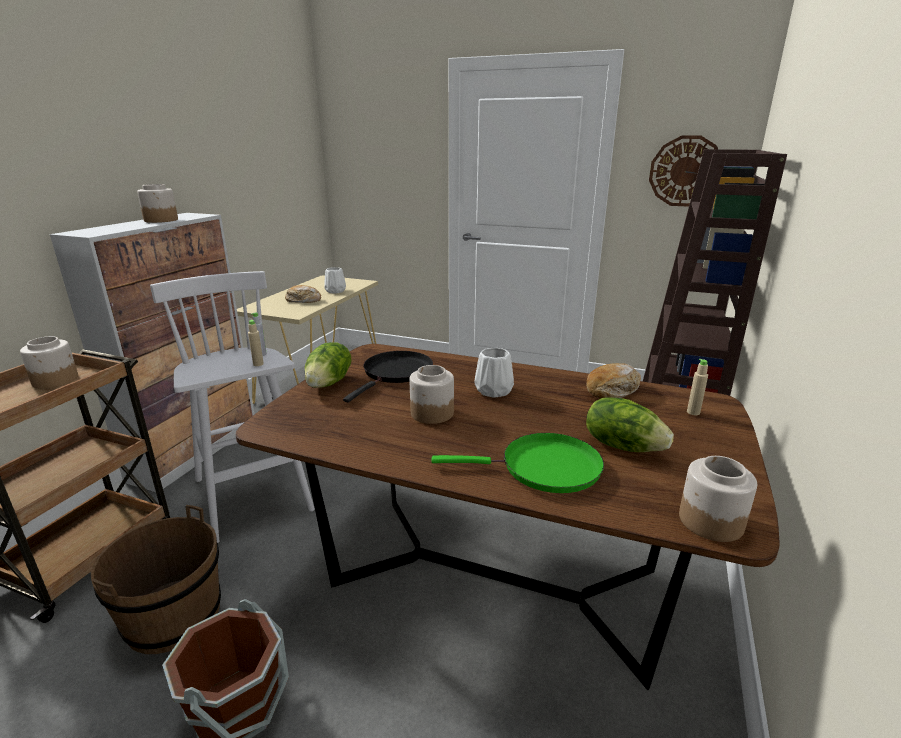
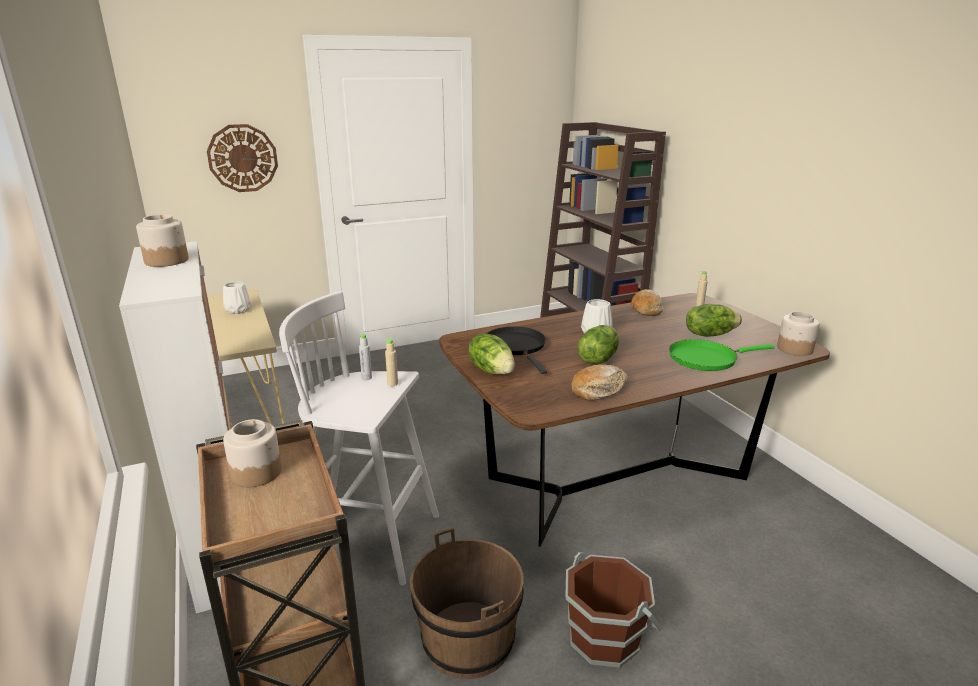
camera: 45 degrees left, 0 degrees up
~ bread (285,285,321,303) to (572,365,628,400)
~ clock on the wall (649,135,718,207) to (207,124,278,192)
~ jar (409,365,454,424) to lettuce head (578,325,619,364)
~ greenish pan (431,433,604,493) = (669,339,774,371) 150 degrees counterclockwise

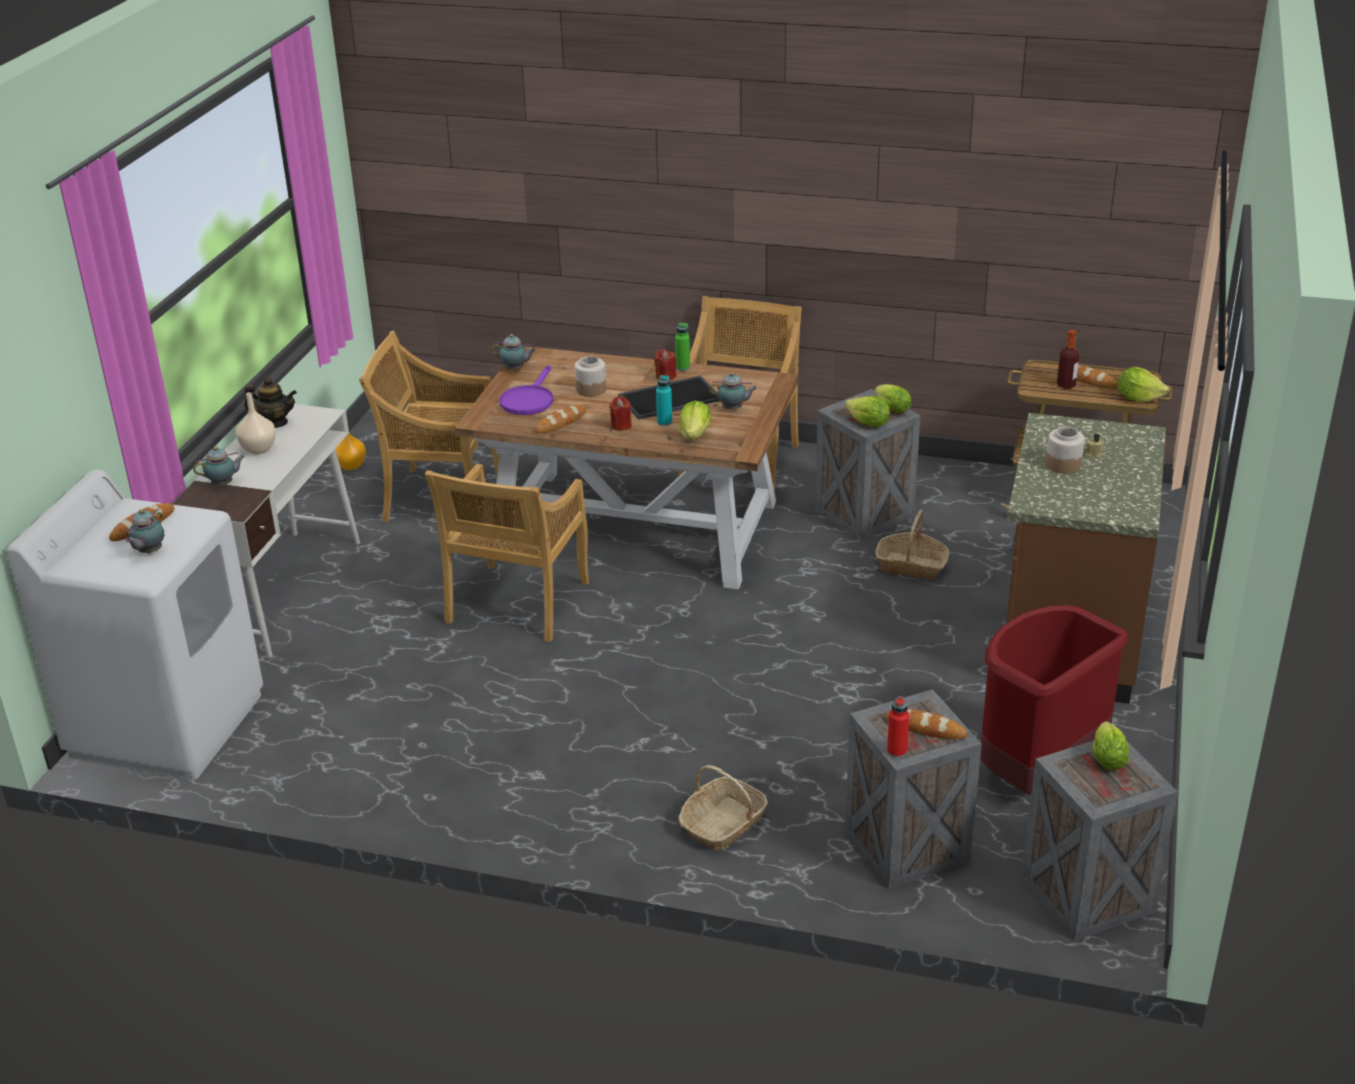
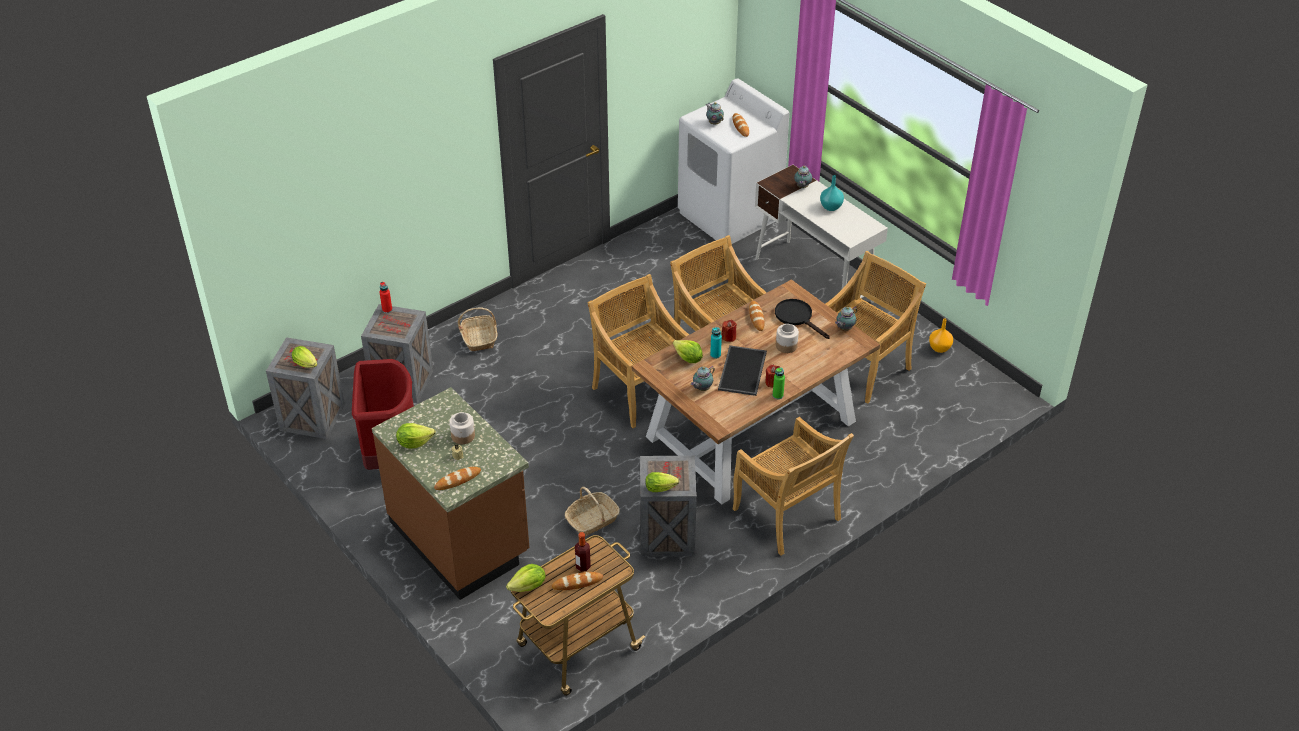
camera: 125 degrees right, 10 degrees up
- tea pot (244,377,297,428)
+ beige plain chair (587,274,689,428)
~ lettuce head (845,396,890,427) to (396,423,435,449)
~ bread (886,709,968,739) to (434,467,481,490)
~ beige vase (236,392,276,454) to turquoise vase (820,175,844,211)
~ purple-coloured pan (499,365,554,415) to black pan (775,299,830,339)

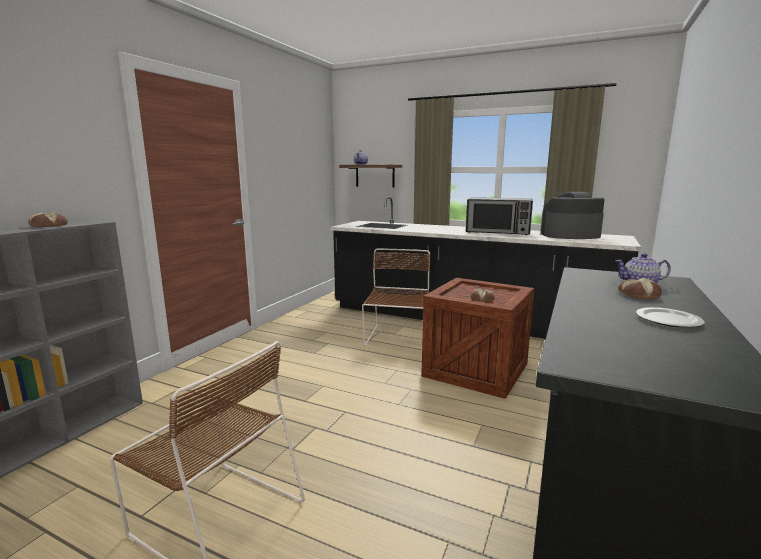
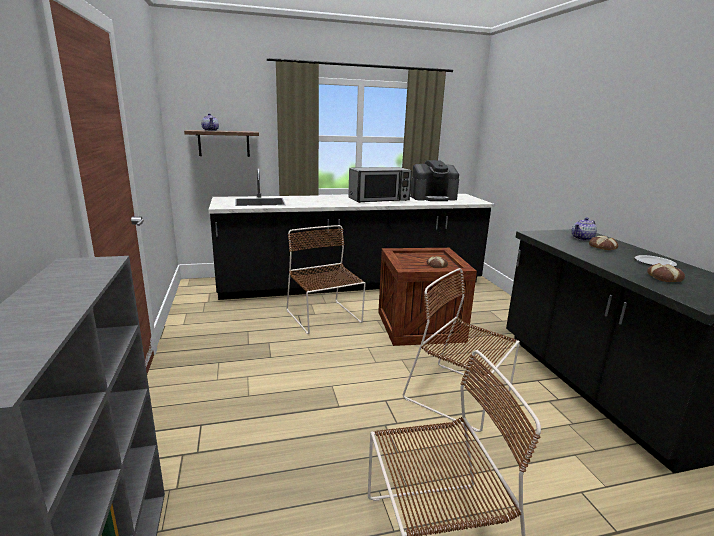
camera: 40 degrees left, 5 degrees up
+ brown-coloured plain chair (403,268,520,432)
~ bread (28,212,68,227) to (647,263,685,282)
~ coffee machine (540,192,604,239) = (410,160,459,201) 150 degrees counterclockwise

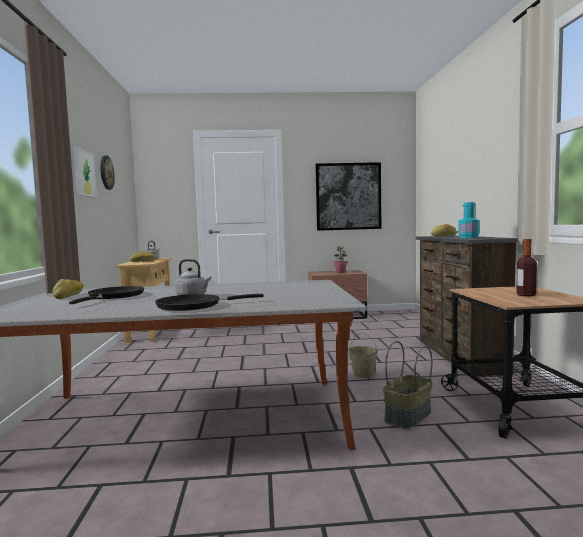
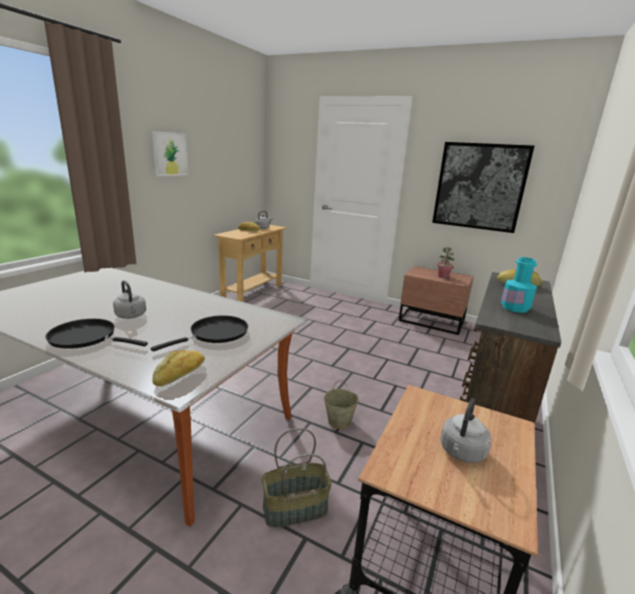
camera: 30 degrees right, 15 degrees up
- clock on the wall (100,155,115,190)
~ bread (53,279,84,299) to (153,350,205,386)
~ black pan (69,286,144,304) to (151,315,248,352)
~ drink bottle (516,239,537,296) to grey kettle (440,398,492,463)

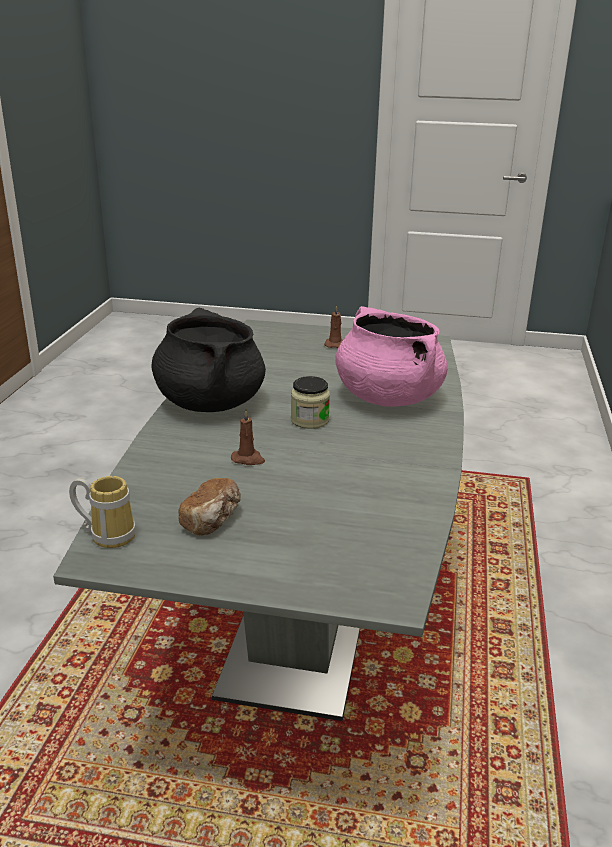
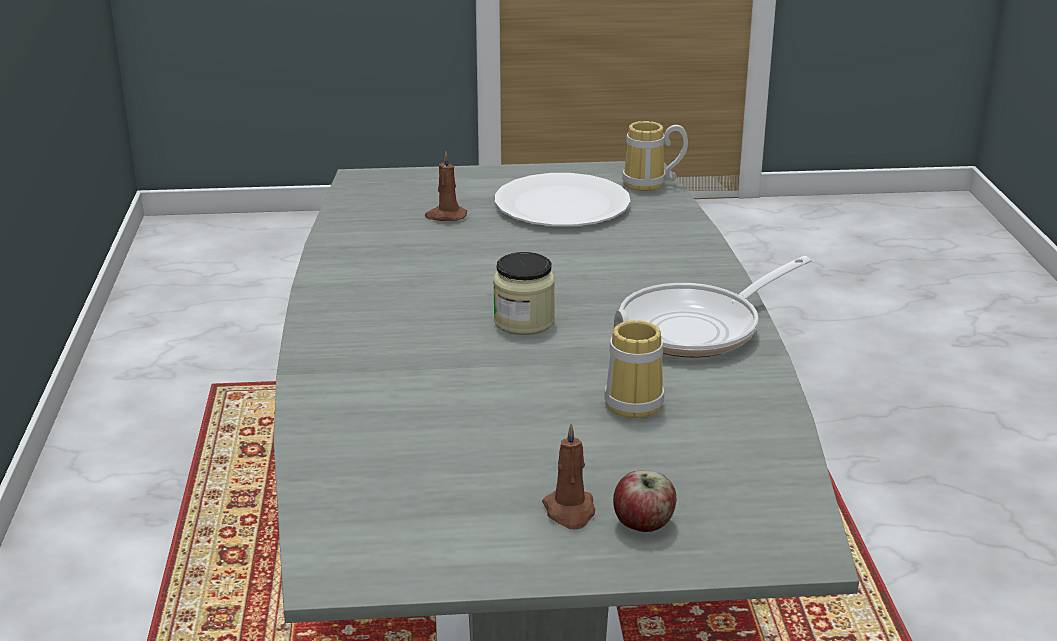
camera: 165 degrees right, 0 degrees up
- pink-coloured saucepot (335,306,448,407)
+ coffee mug (604,309,664,418)
+ whole apple (613,470,676,532)
~ brown-coloured candle (231,409,265,465) to (425,151,467,221)
~ black saucepot (152,308,266,412) to pan (619,256,812,357)
~ bread (178,478,241,536) to whitish plate (495,173,631,226)

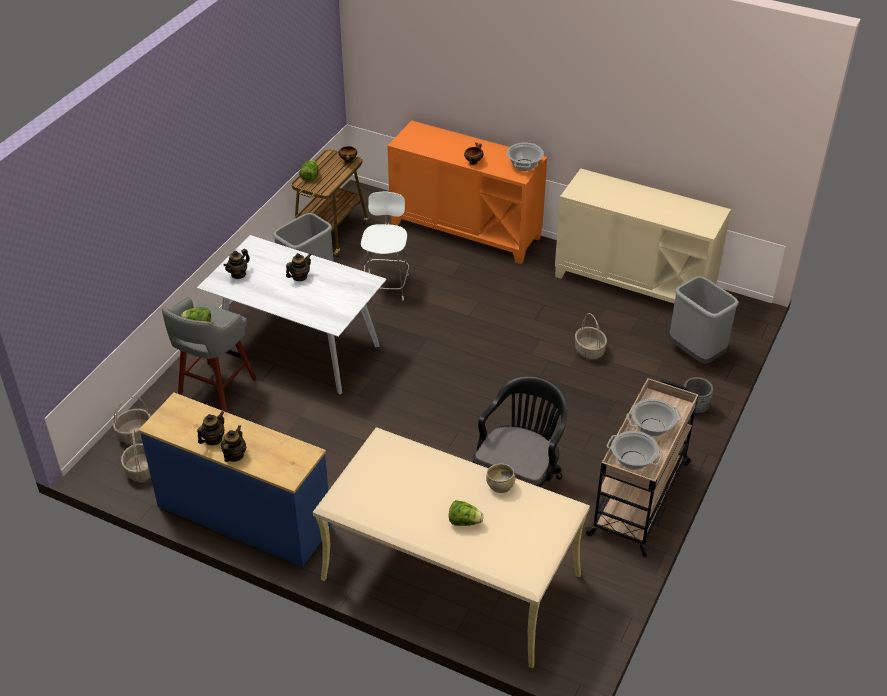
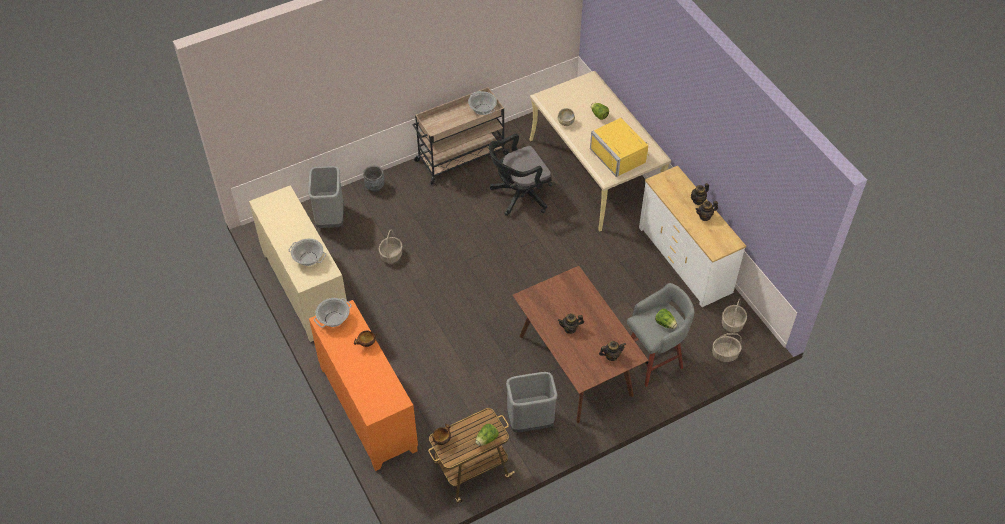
camera: 145 degrees left, 10 degrees up
- whitish plain chair (361,192,409,301)
+ yellowish microwave (590,118,649,177)
~ saucepot (627,399,682,436) to (288,239,326,266)
~ blue dresser (139,393,332,567) to whitish dresser (639,166,746,307)
~ whitish dinner table (197,235,387,394) to brown-coloured dinner table (512,266,649,423)

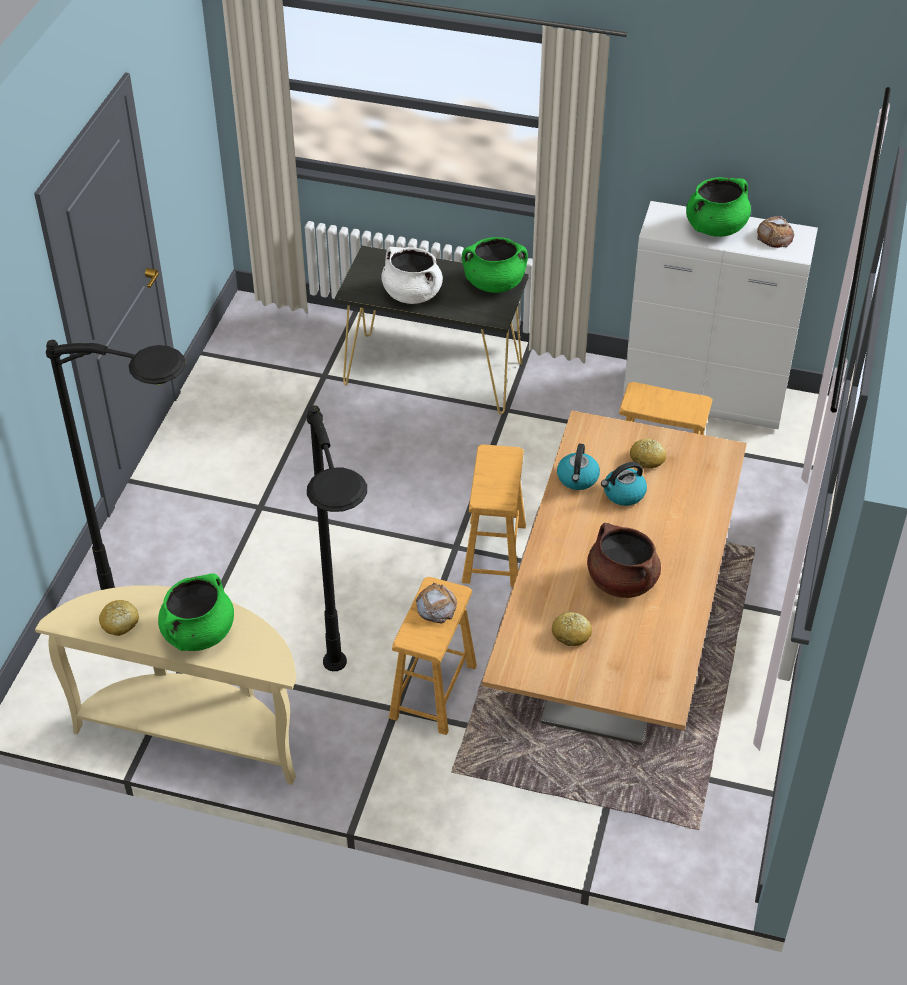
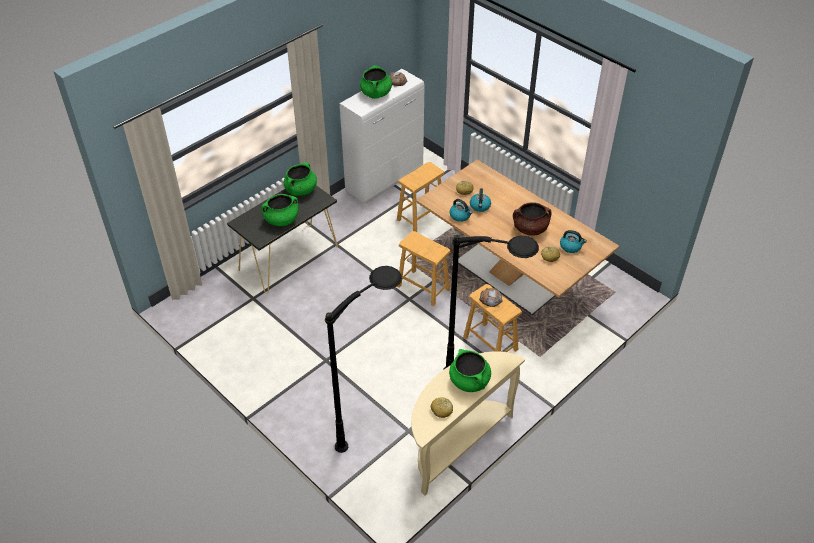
camera: 60 degrees left, 0 degrees up
+ kettle (560,230,587,253)
~ whitish saucepot (381,247,443,304) to greenish saucepot (261,194,299,226)

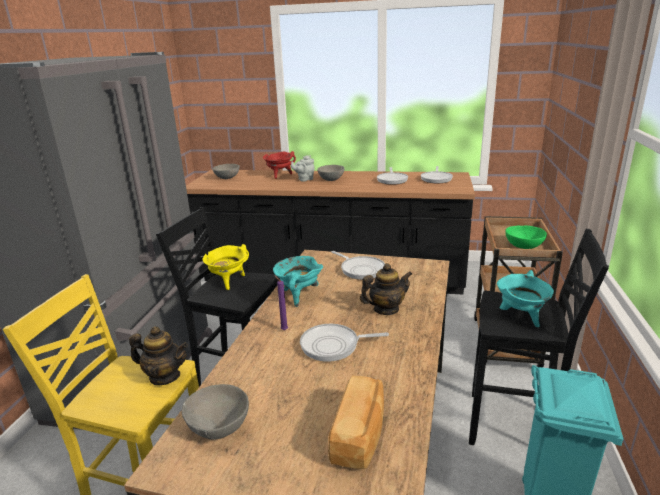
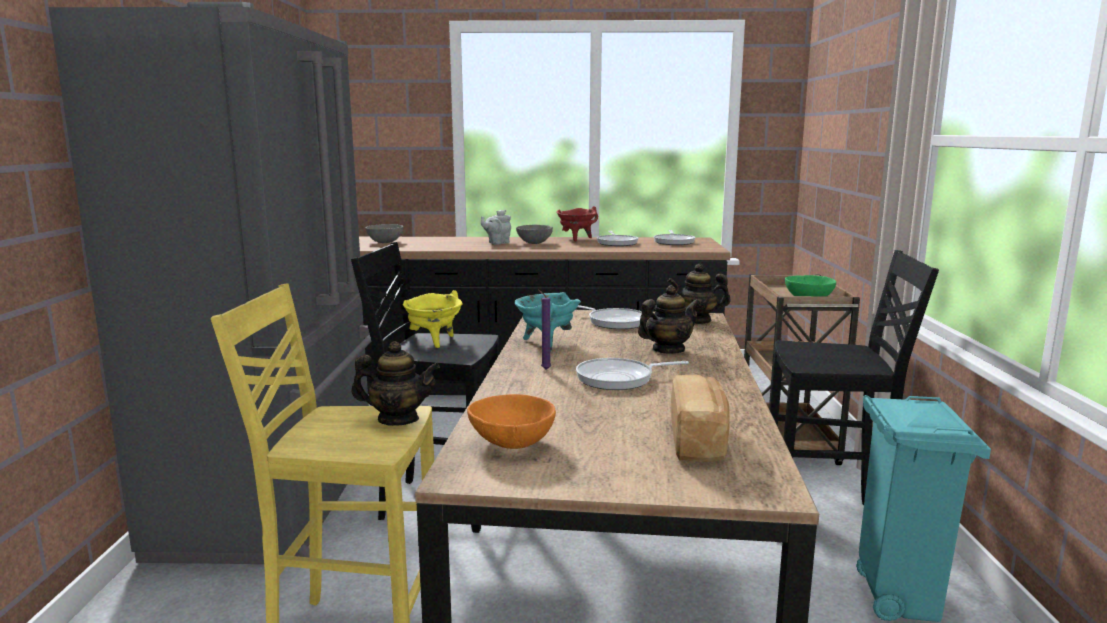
camera: 10 degrees left, 10 degrees down
- turquoise saucepot (496,270,554,327)
+ tea pot (667,264,731,324)
~ red-coloured saucepot (263,151,296,179) to (557,206,598,242)
~ grey deep dish (182,384,249,440) to orange deep dish (467,394,556,449)

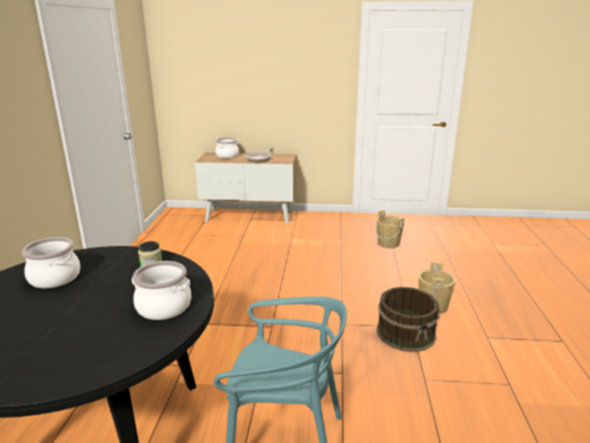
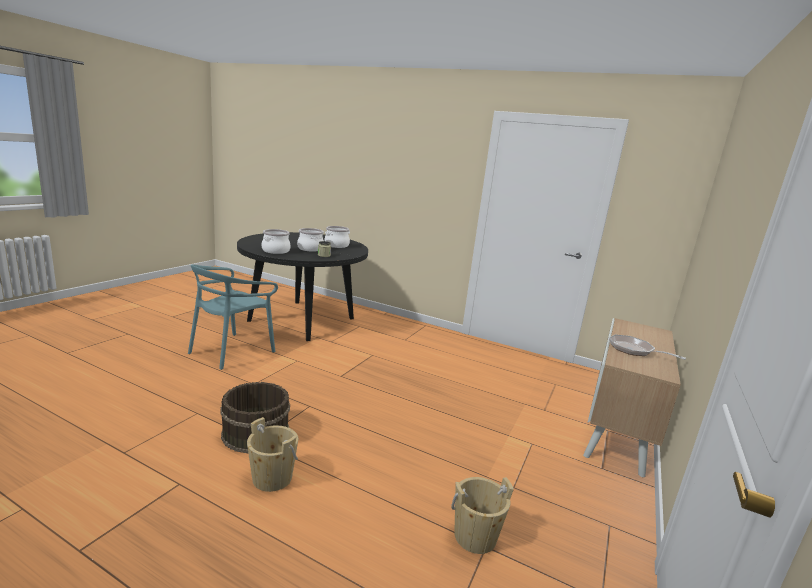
camera: 110 degrees right, 5 degrees down
~ saucepot (215,137,239,159) to (297,228,324,252)

